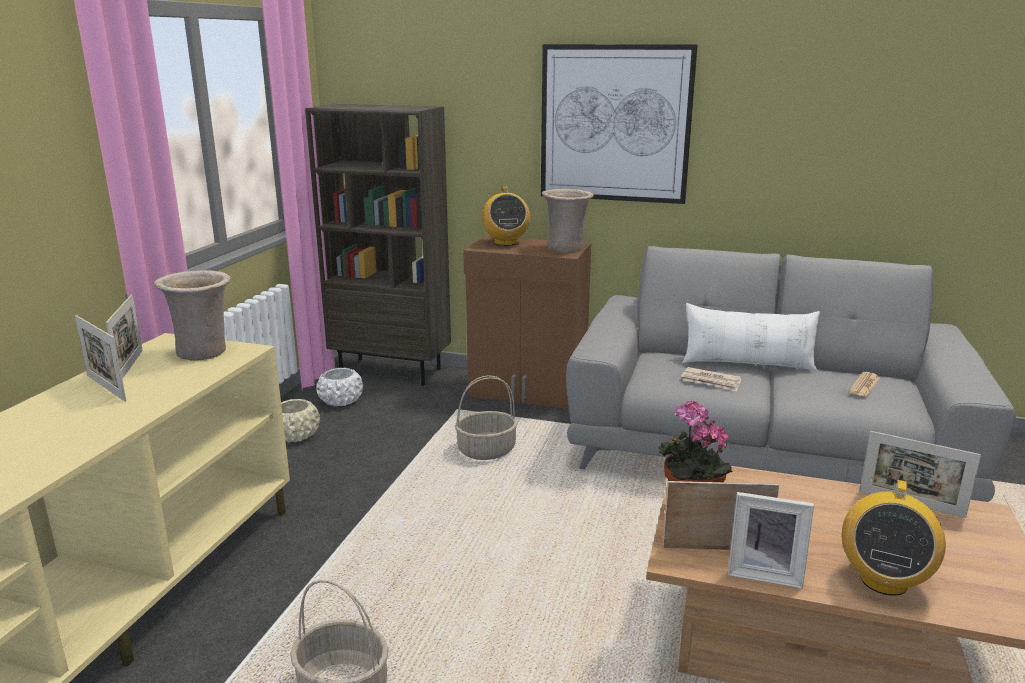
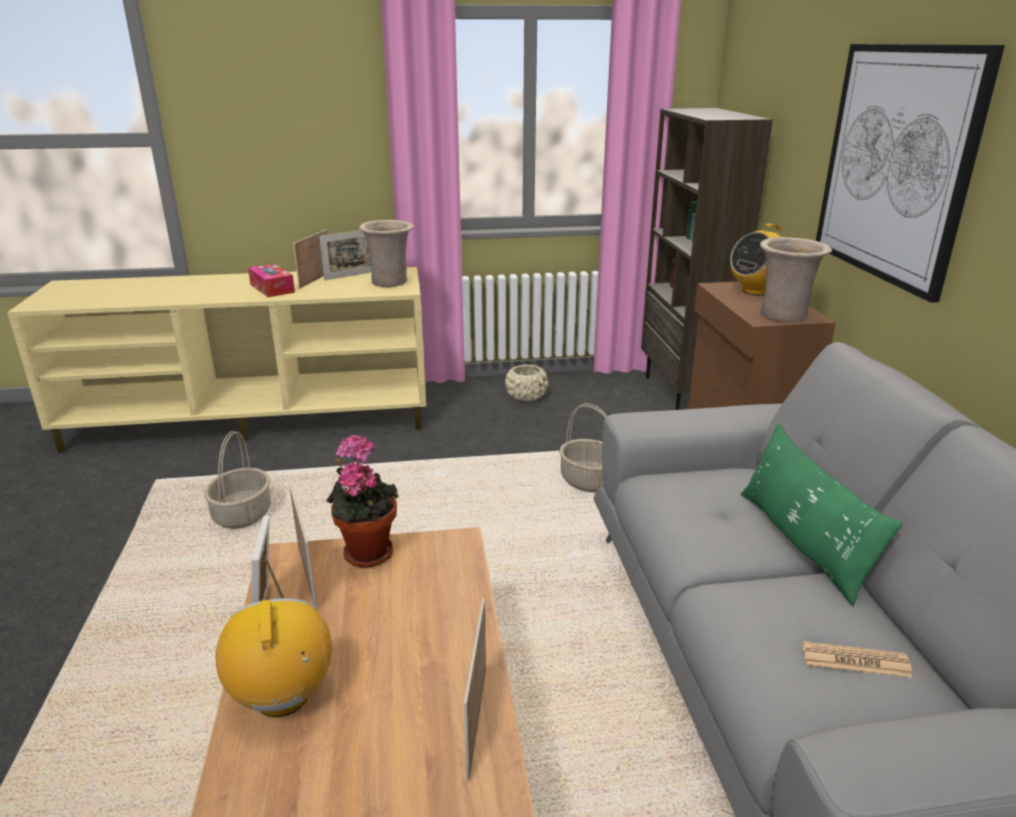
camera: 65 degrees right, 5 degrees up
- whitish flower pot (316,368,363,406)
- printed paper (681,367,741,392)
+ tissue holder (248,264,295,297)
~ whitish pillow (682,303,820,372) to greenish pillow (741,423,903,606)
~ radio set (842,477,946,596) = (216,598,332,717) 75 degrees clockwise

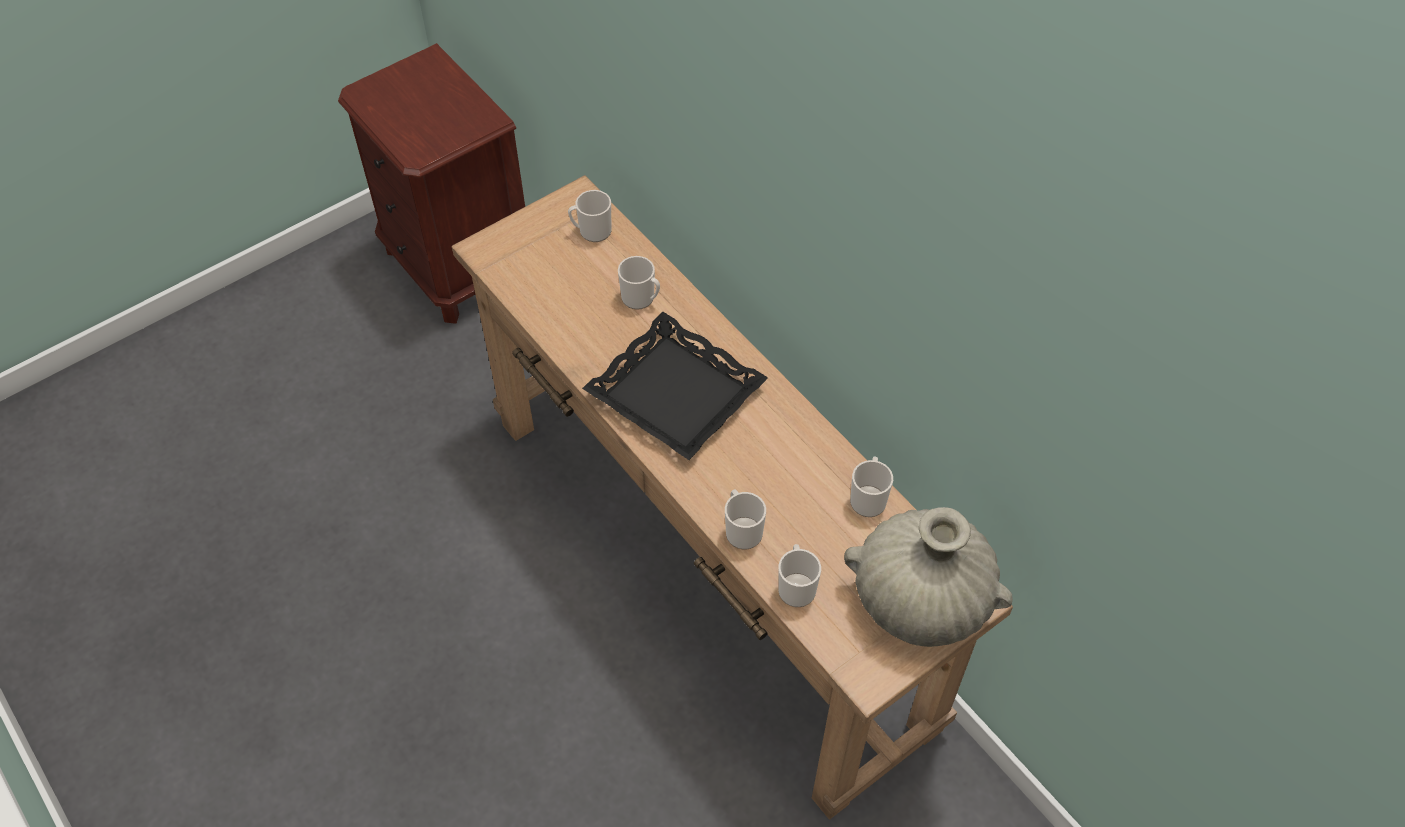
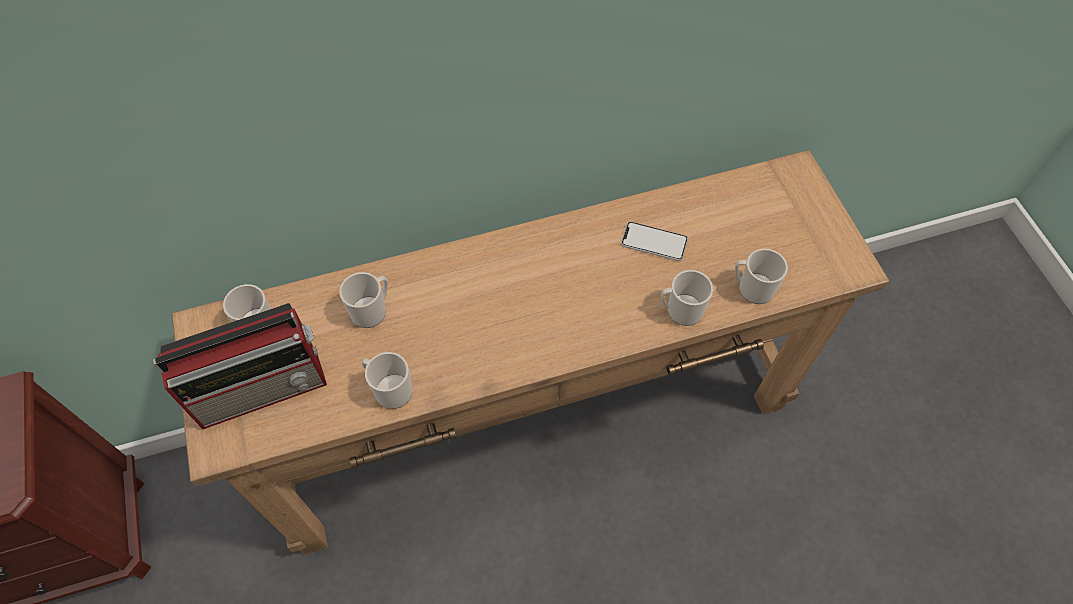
camera: 70 degrees left, 5 degrees up
- black carrying tray (582,312,768,460)
- beige vase (844,507,1013,647)
+ radio set (153,303,327,429)
+ phone (621,222,688,261)
~ coffee mug (850,457,893,517) to (362,352,413,409)

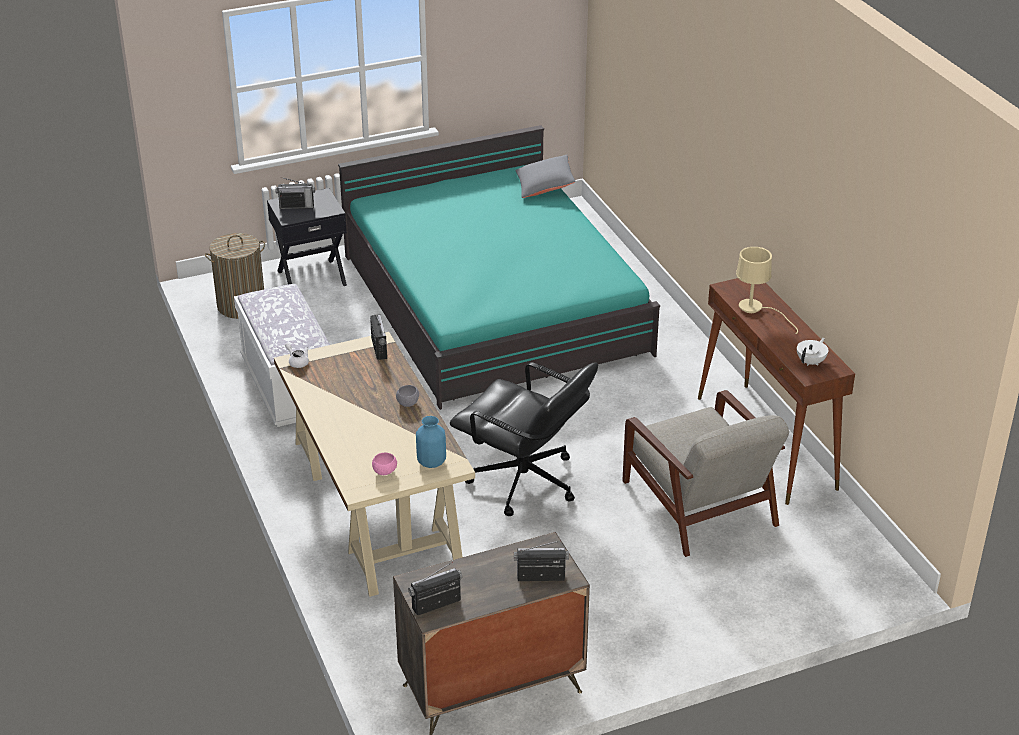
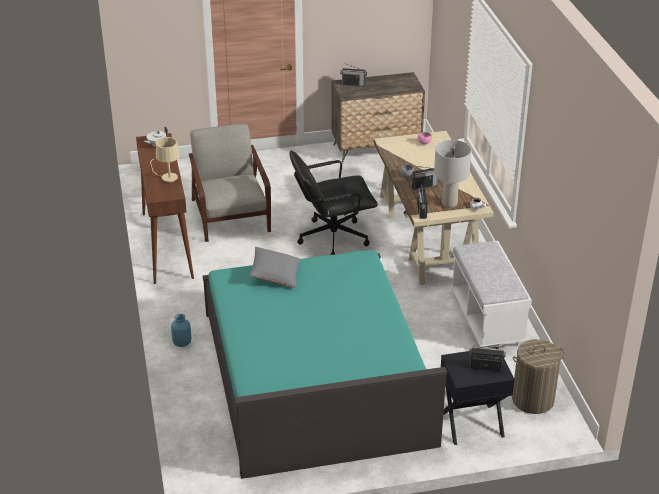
camera: 170 degrees left, 0 degrees up
+ grey table lamp (434,140,472,208)
~ radio set (408,562,463,615) to (411,166,439,190)
~ blue vase (416,416,446,468) to (171,314,191,347)
~ grey pillow (516,155,575,198) to (250,247,300,288)
~ black office chair (450,362,598,516) = (289,151,378,255) 60 degrees counterclockwise

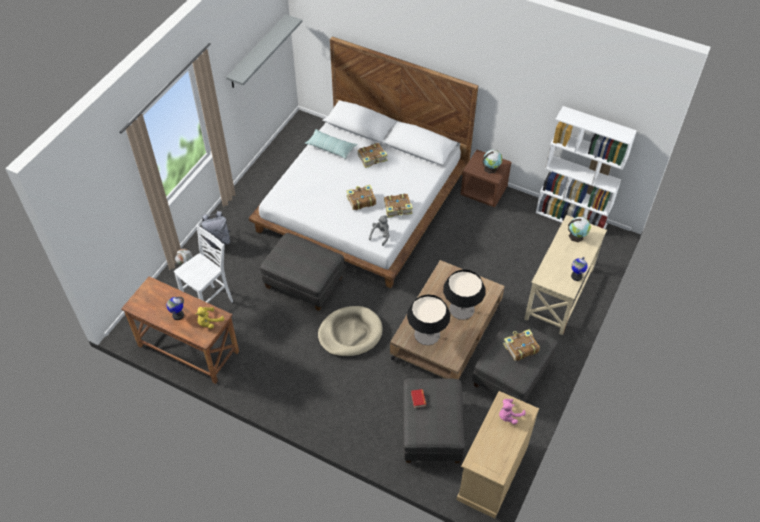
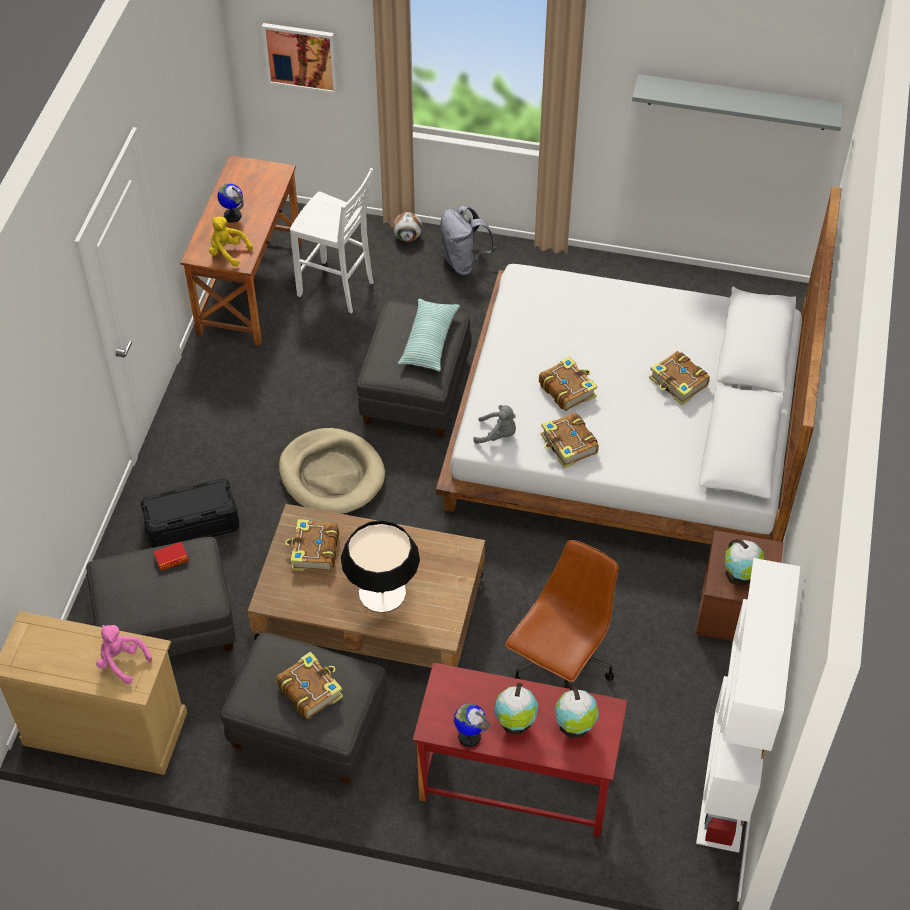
camera: 75 degrees right, 0 degrees up
+ black storage bin (140,478,240,548)
+ wall art (262,23,338,94)
+ desk globe (494,683,538,735)
+ brown-coloured office chair (505,540,619,689)
~ pillow (305,129,357,159) to (398,299,460,371)
~ table lamp (407,294,450,345) to bound book (285,519,339,571)
~ beige desk table (524,215,607,335) to red-coloured desk table (413,662,627,837)

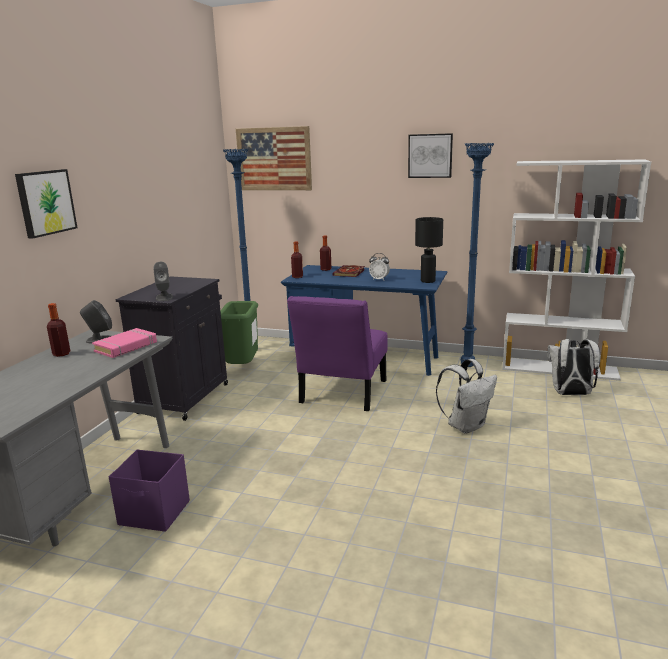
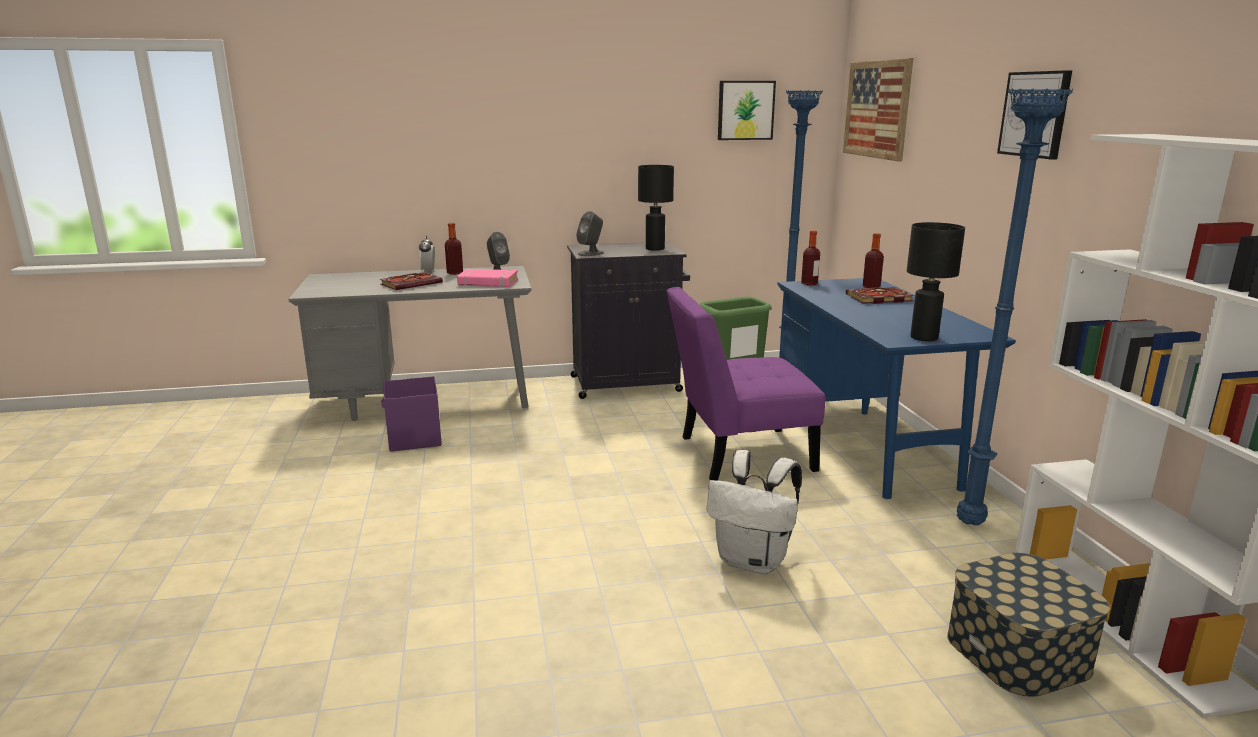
camera: 60 degrees right, 0 degrees up
+ bound book (380,272,443,290)
+ black table lamp (638,165,674,251)
~ wall art (15,169,77,238) to (718,81,776,140)
~ table clock (369,253,390,281) to (419,235,435,272)
~ whitish knapsack (548,339,600,395) to storage bin (947,553,1110,697)

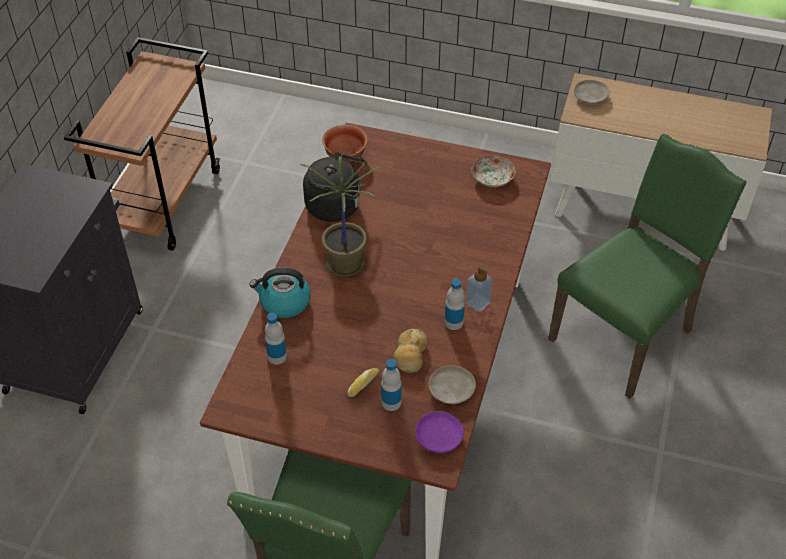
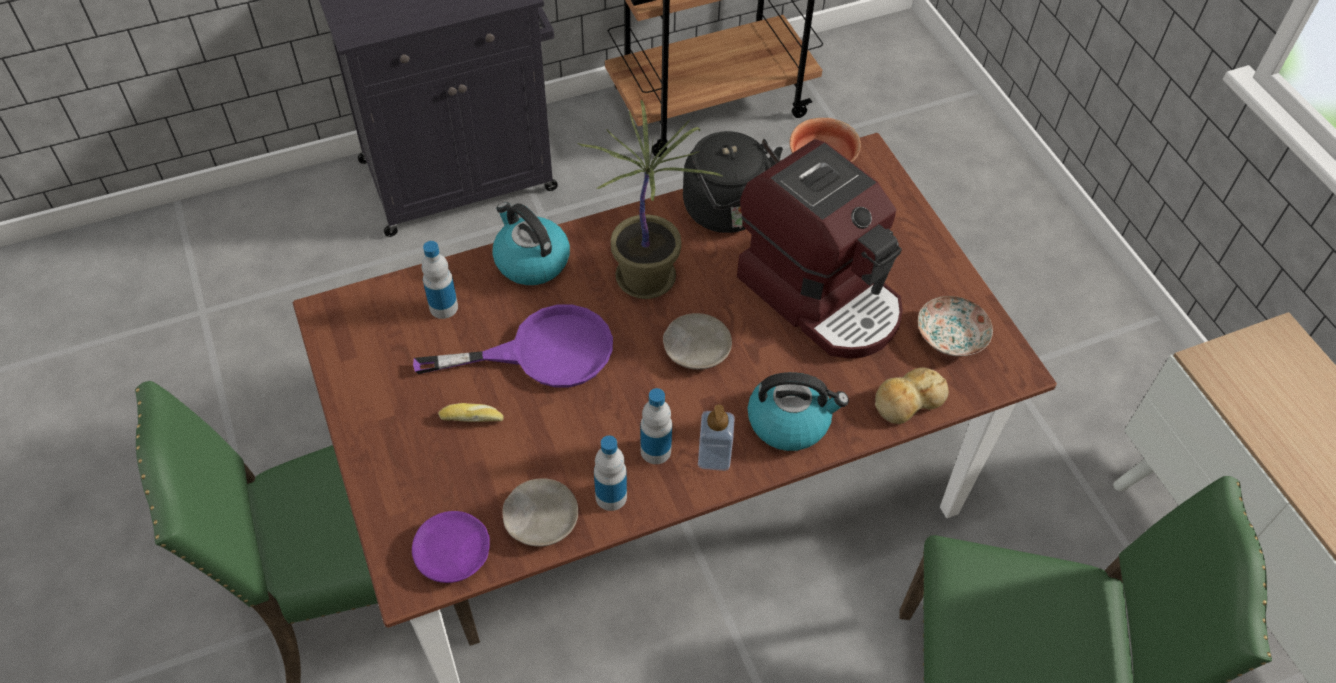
camera: 50 degrees right, 5 degrees up
+ purple-coloured pan (413,305,613,388)
+ coffee machine (737,139,903,358)
+ kettle (748,372,849,451)
~ drink bottle (381,359,402,411) to (594,436,627,511)
~ bread (394,329,428,373) to (875,368,949,424)
~ beige plate (574,80,610,104) to (663,313,732,370)

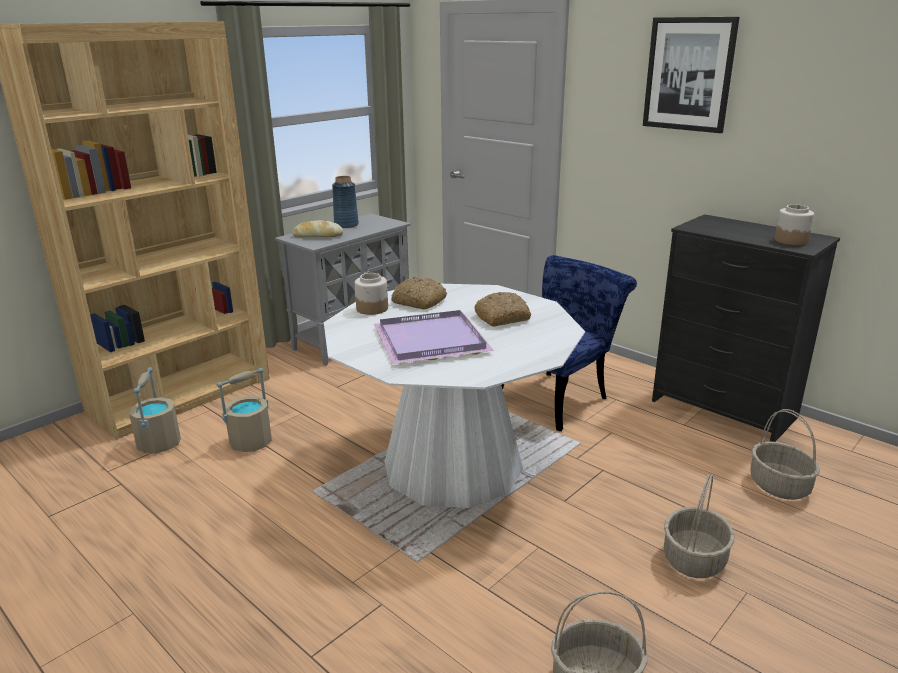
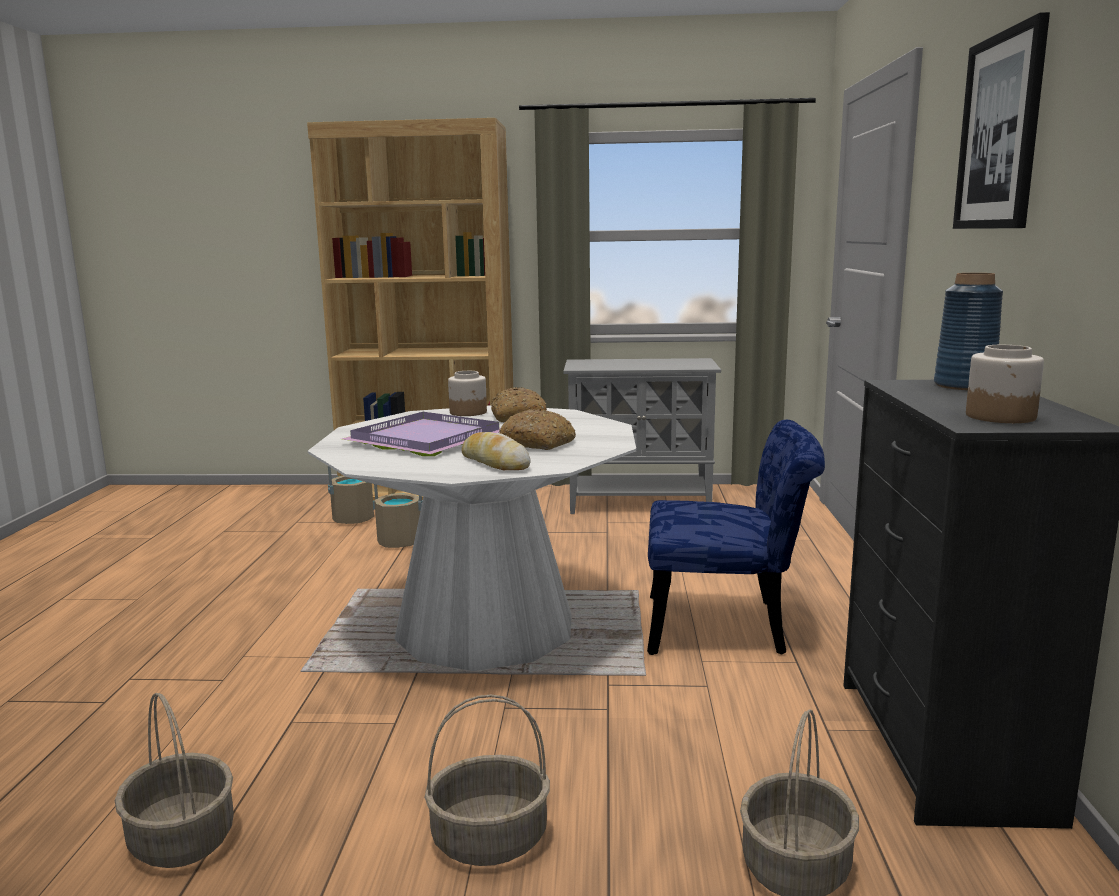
camera: 50 degrees right, 10 degrees down
~ bread (292,220,343,237) to (462,432,531,470)
~ blue vase (332,176,359,228) to (934,273,1003,390)

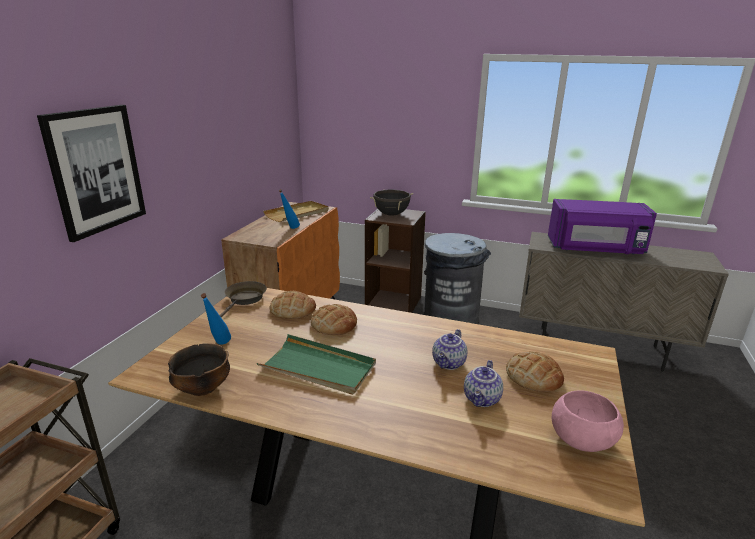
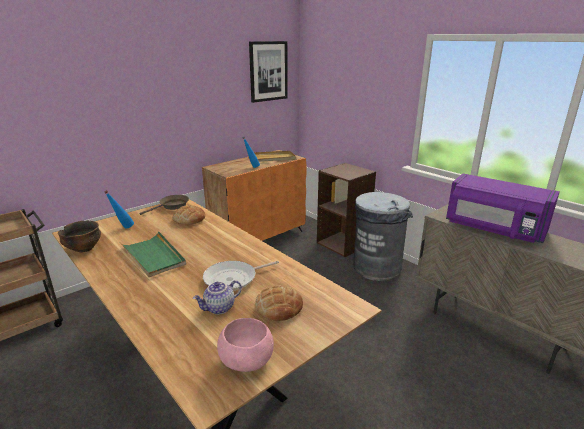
camera: 30 degrees right, 0 degrees up
- bread (310,304,357,335)
- black saucepot (370,190,413,216)
~ wall art (37,105,146,242) to (249,41,288,103)
~ tea pot (432,329,467,370) to pan (203,261,279,291)

